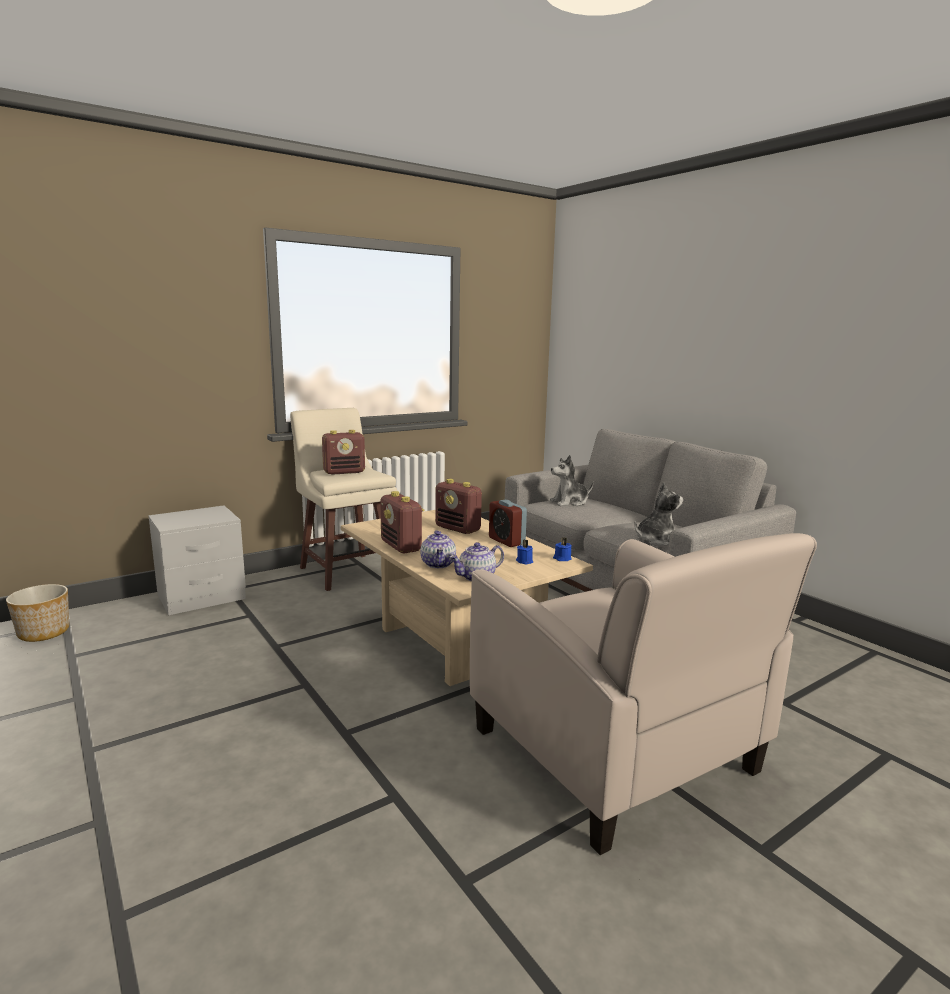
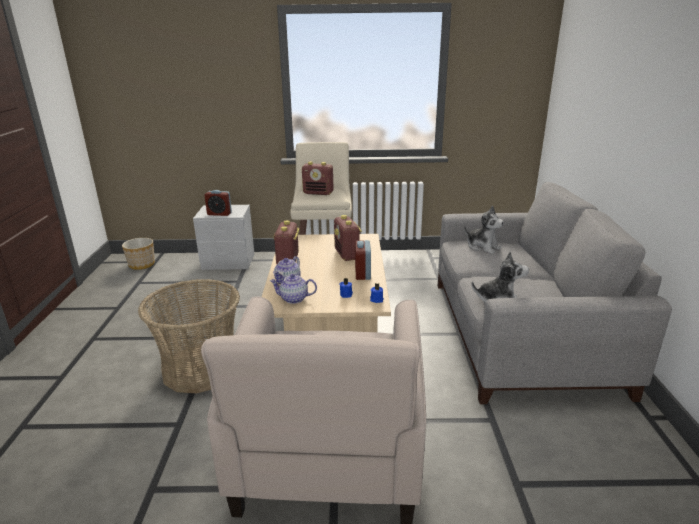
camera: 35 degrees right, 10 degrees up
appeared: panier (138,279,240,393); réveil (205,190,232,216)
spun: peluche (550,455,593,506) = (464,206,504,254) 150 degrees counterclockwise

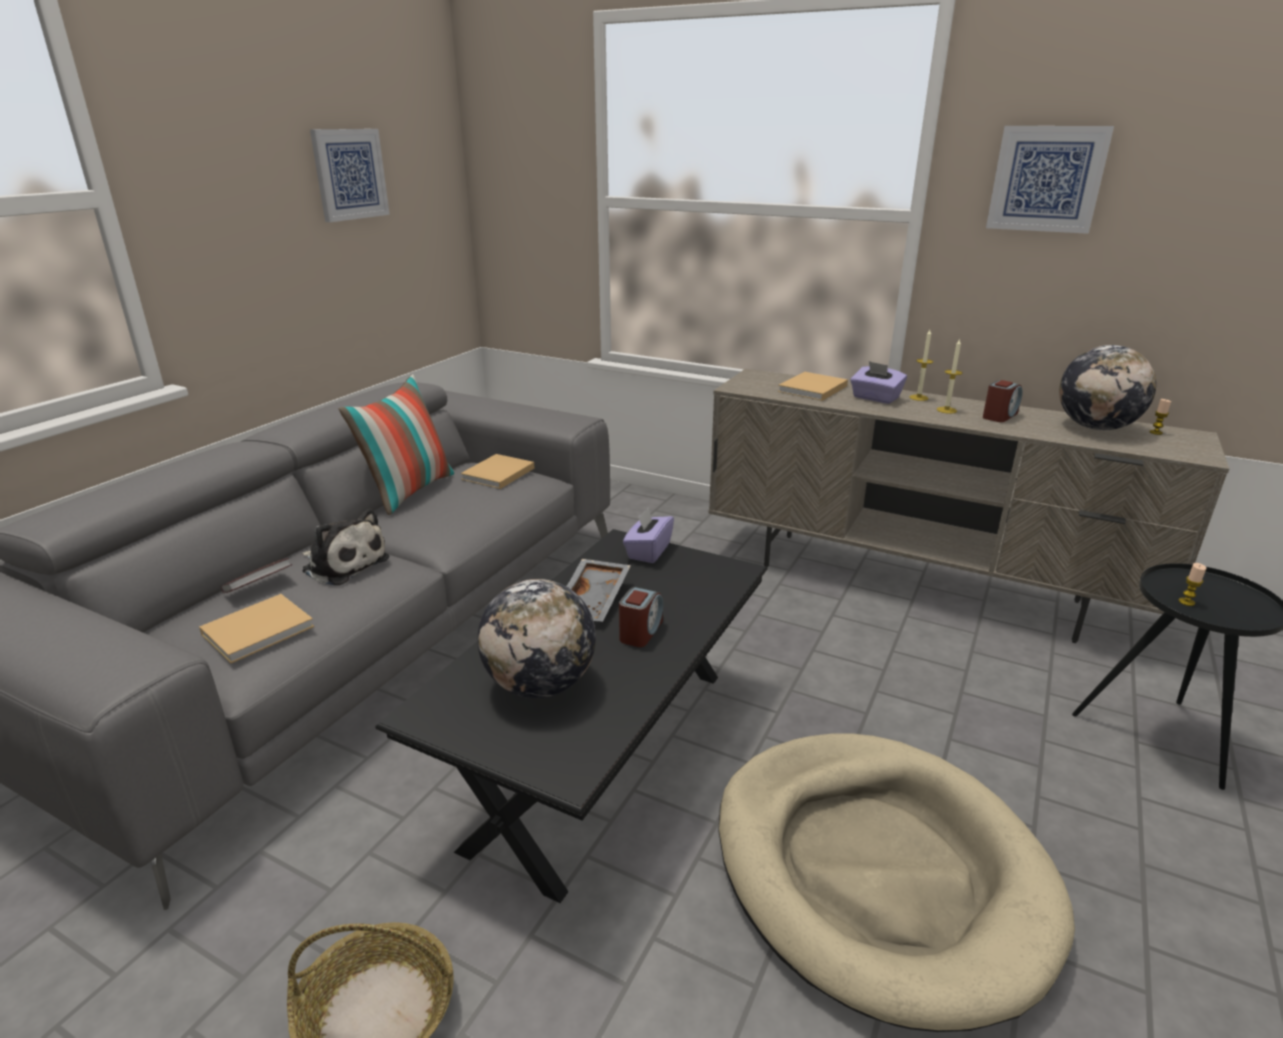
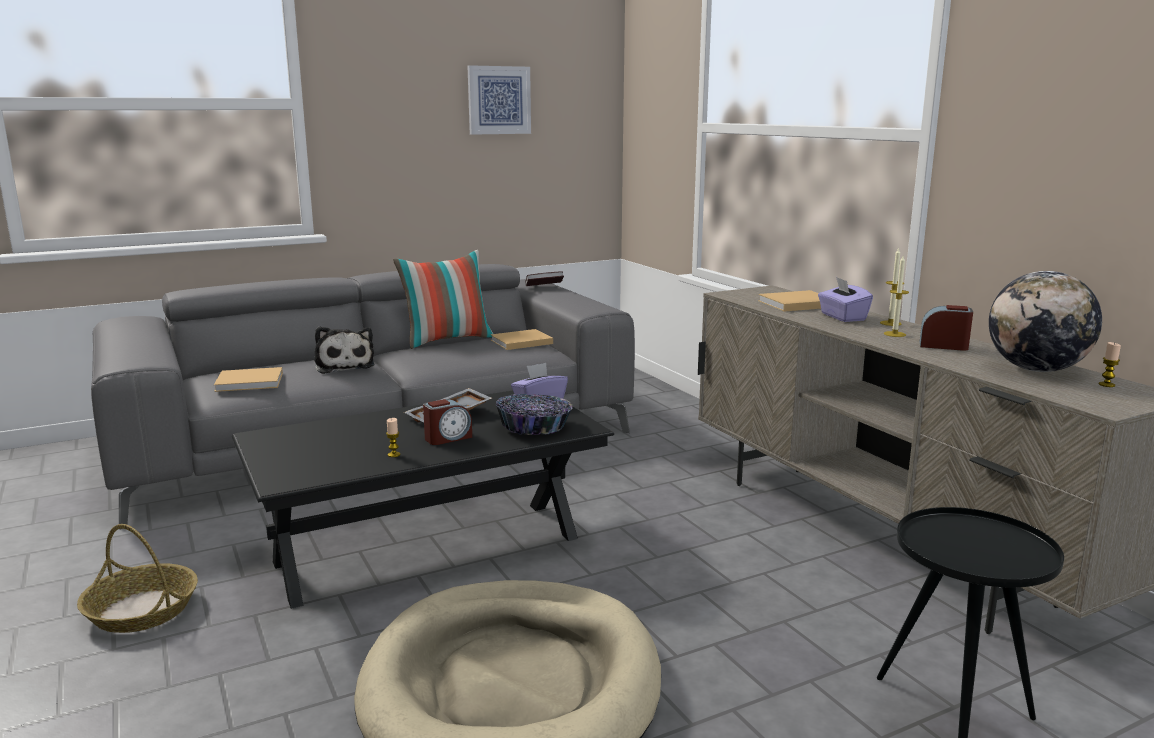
camera: 35 degrees right, 10 degrees down
missing: globe (478,579,596,698); tableau (986,126,1114,234)
appeared: bol (496,394,573,435)
relocated: livre (220,558,292,593) to (525,271,564,286); bougie (1179,563,1206,606) to (386,418,401,457)
spun: réveil (983,380,1023,422) = (920,305,973,351) 150 degrees counterclockwise

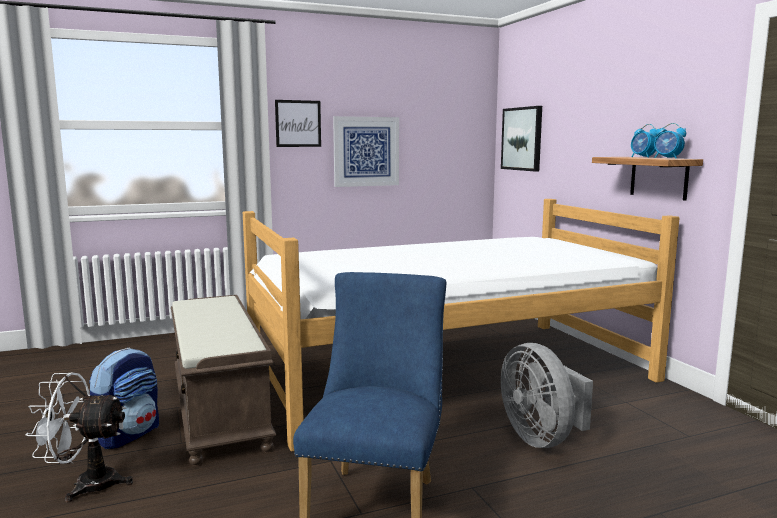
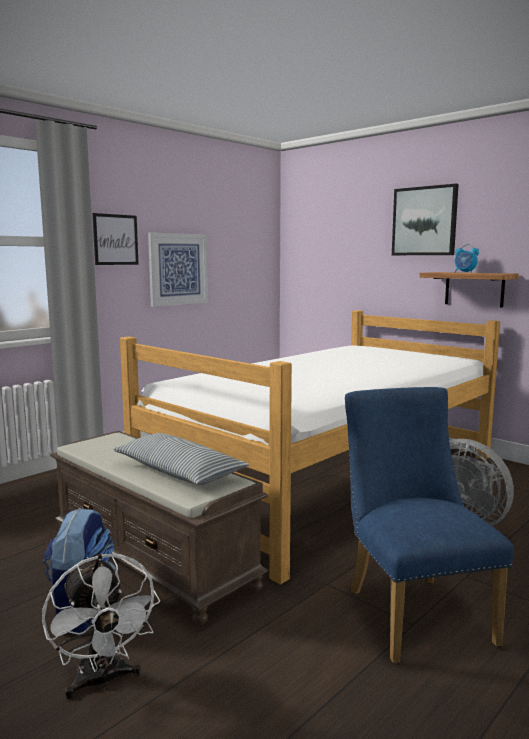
camera: 25 degrees left, 0 degrees up
missing: réveil (654,123,686,158)
appeared: coussin (113,433,249,485)
relocated: tableau (501,106,542,172) to (392,184,459,255)
spun: ventilateur [blanc] (26,373,133,502) = (42,554,160,699) 90 degrees counterclockwise

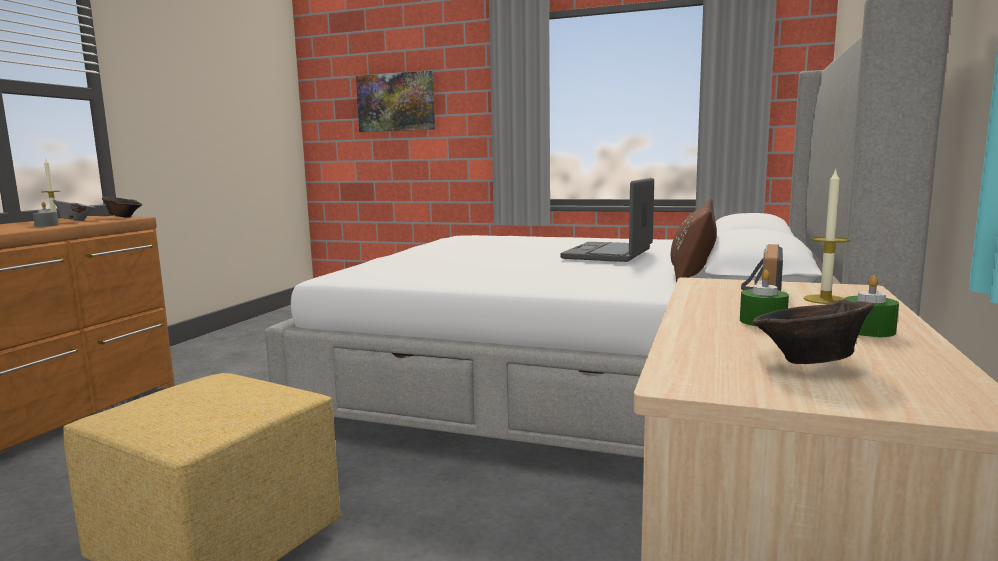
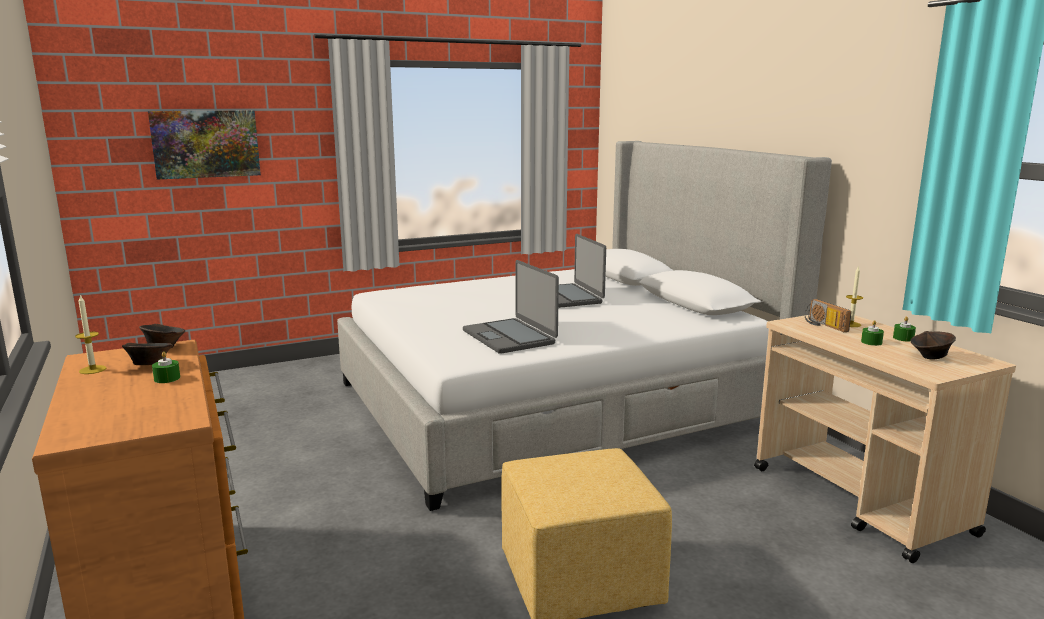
camera: 45 degrees left, 5 degrees up
missing: coussin [marron] (671,199,717,282)
appeared: ordinateur portable (463,260,559,354)
colour: bougie [gris] (33,202,59,227) to bougie [vert] (152,351,180,383); bol [gris] (53,200,96,221) to bol [marron] (122,343,173,365)

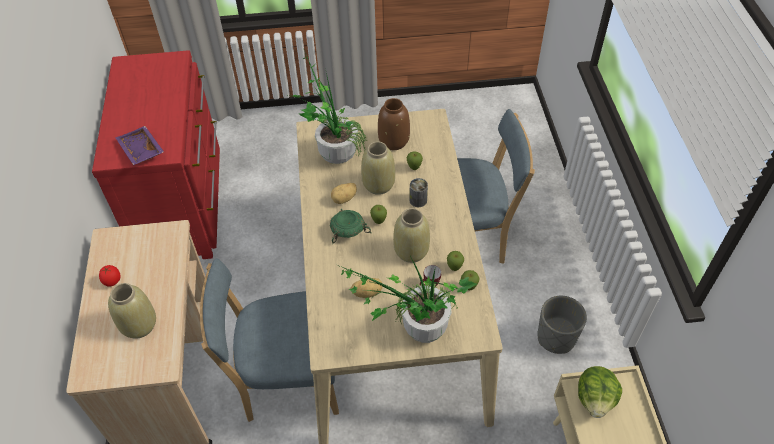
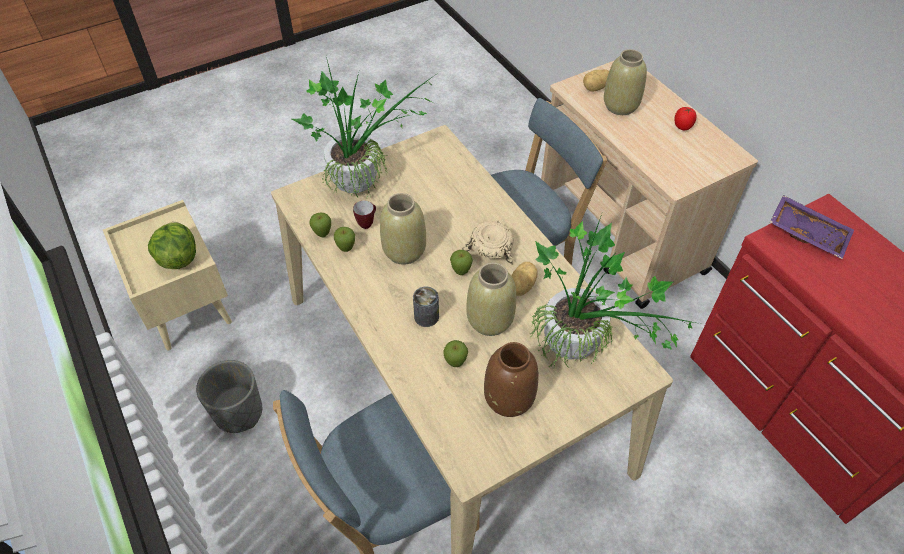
camera: 155 degrees right, 0 degrees up
relocated: pomme de terre (351,278,382,298) to (583,70,609,92)
colour: bol [vert] (330,209,372,245) to bol [beige] (462,220,514,265)

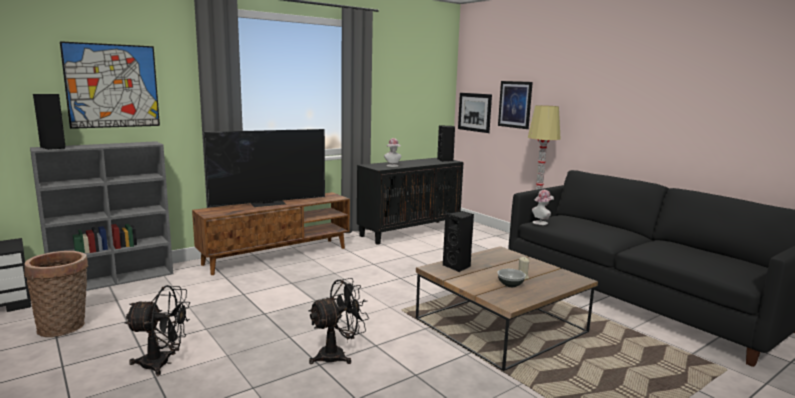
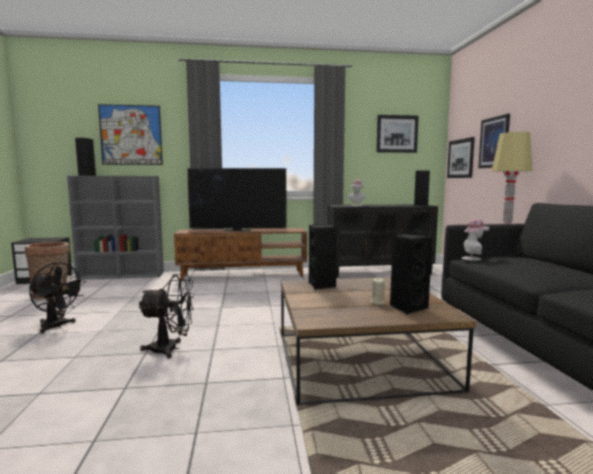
camera: 30 degrees right, 5 degrees down
missing: bol (497,269,526,287)
appeared: tableau (376,115,419,153); enceinte [noir] (390,233,432,314)

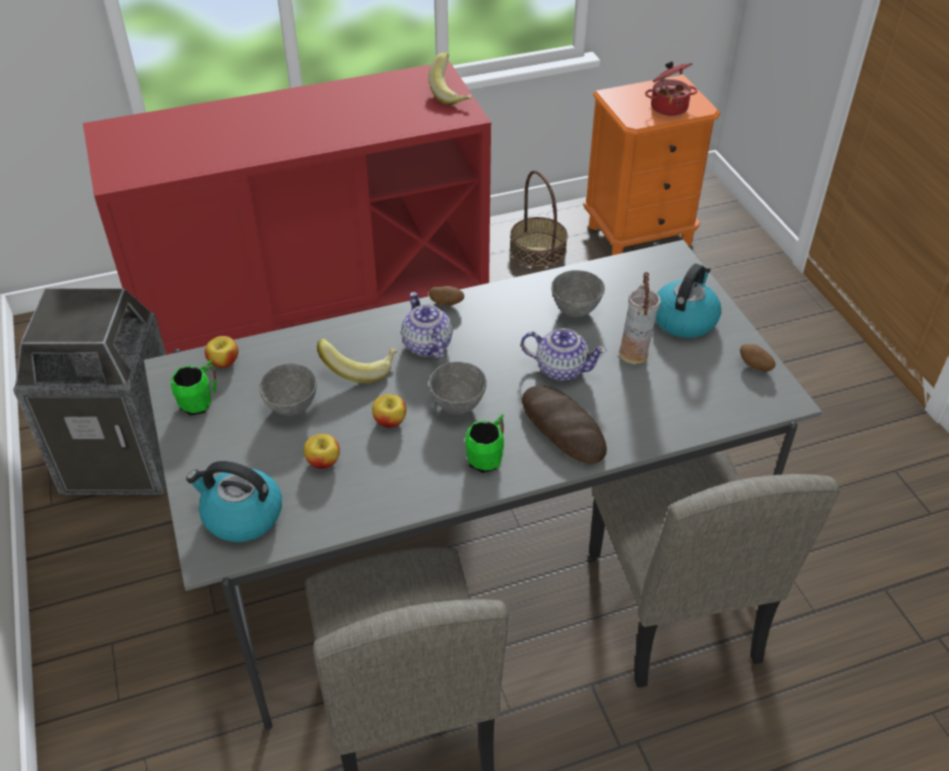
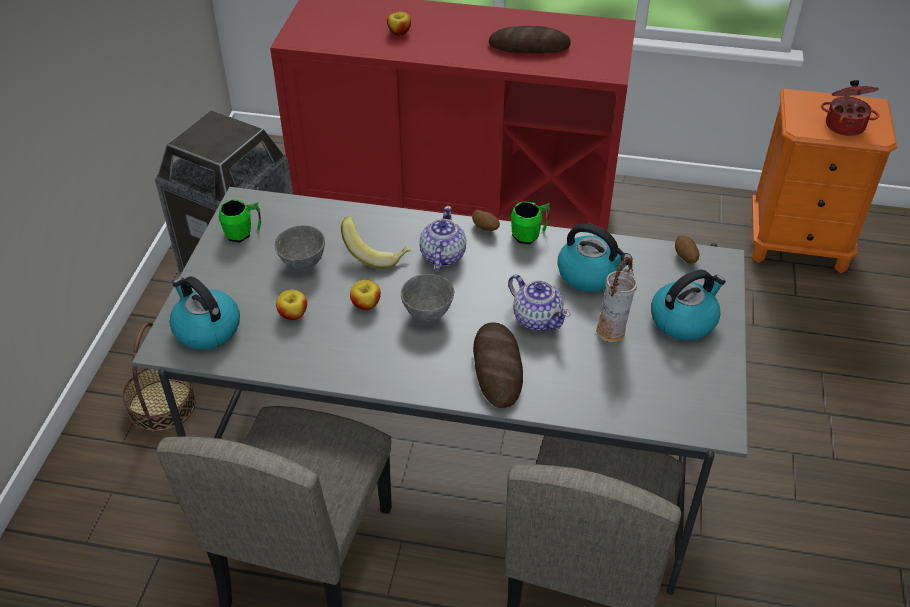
camera: 30 degrees right, 0 degrees up
missing: banane (429,52,471,105)
appeared: pain (489,26,571,53)
relocated: pomme (205,336,238,368) to (387,12,411,36); mug [vert] (465,414,504,473) to (511,201,550,244); panier (510,170,568,267) to (123,322,196,432); pomme de terre (740,344,776,372) to (675,235,699,264)
exchanged: bol [gris] (551,270,605,317) to bouilloire (557,223,632,292)

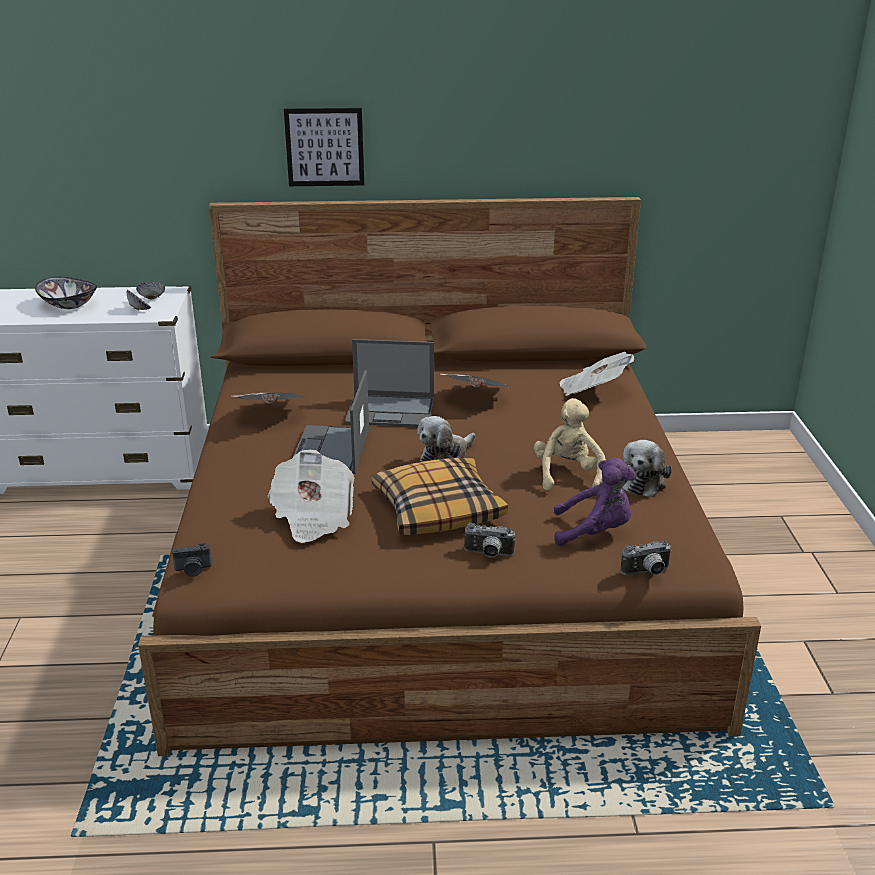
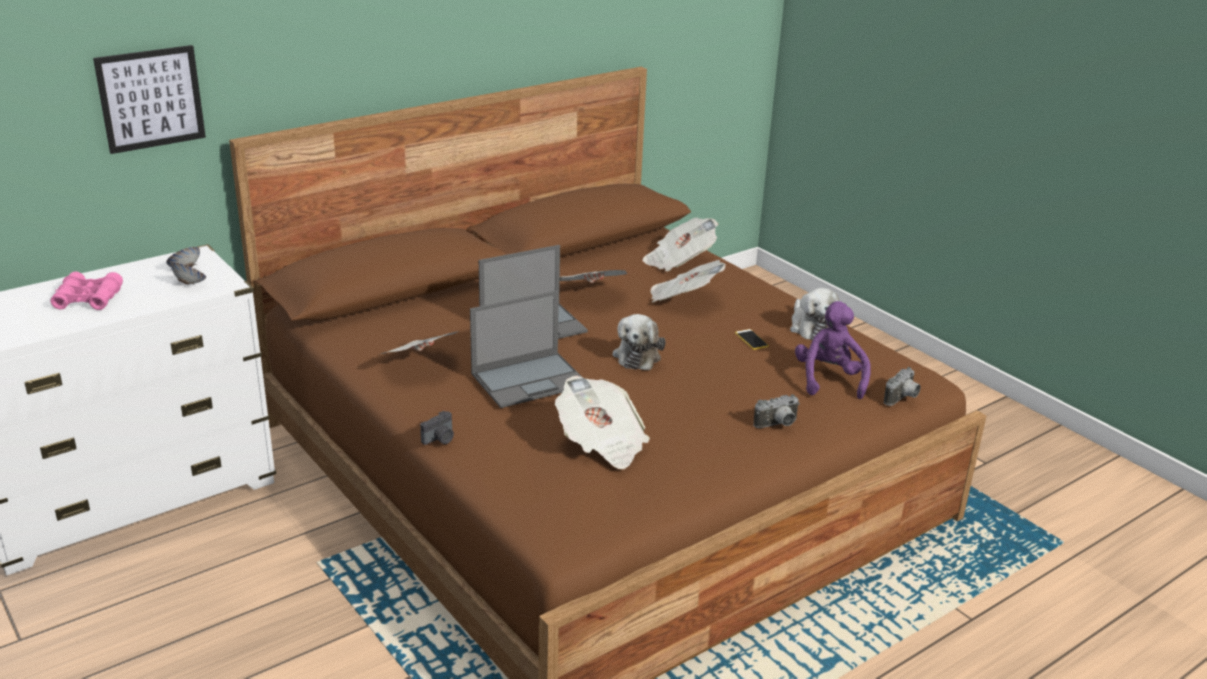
camera: 35 degrees left, 0 degrees up
missing: coussin (372,458,508,535)
appeared: journal (650,260,726,302)
relocated: appareil photo (172,543,212,577) to (420,411,454,445); tableau (284,108,364,186) to (93,45,206,154)
exchanged: bol (35,277,97,309) to jumelles [rose] (50,272,123,310); peluche [beige] (534,398,606,491) to téléphone (735,329,769,350)
spun: ordinateur portable (293,370,369,474) = (470,290,582,408) 90 degrees counterclockwise; peluche [violet] (554,458,635,546) = (795,301,871,399) 60 degrees counterclockwise

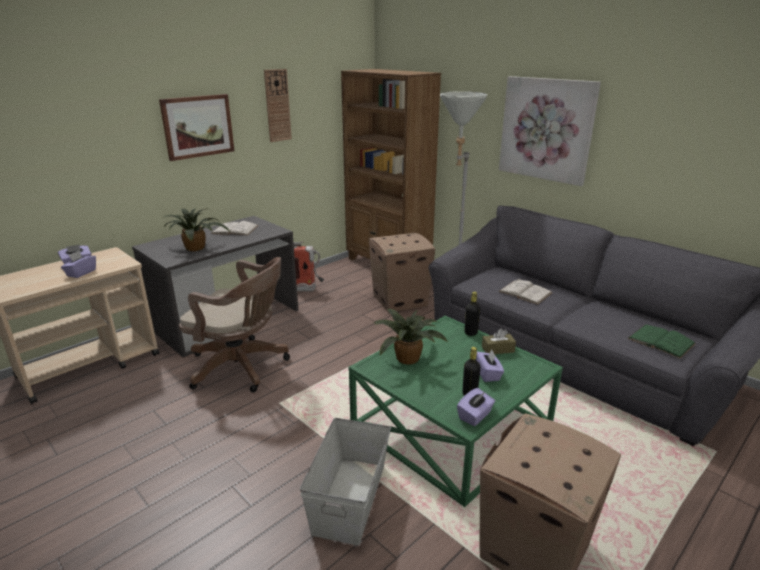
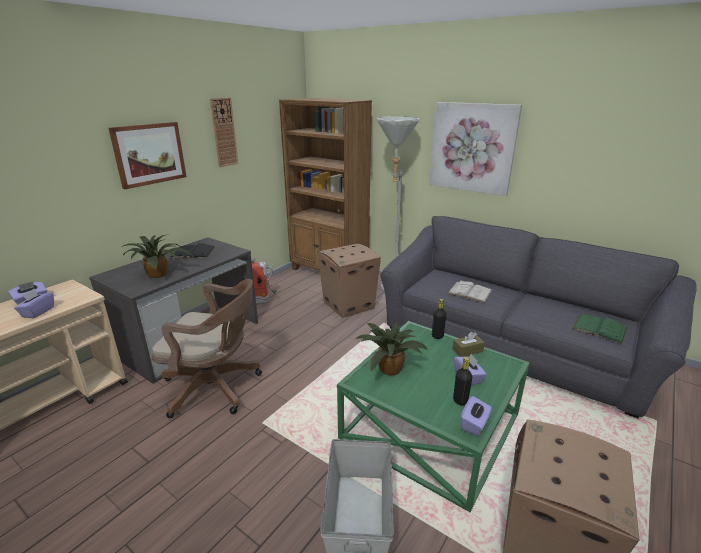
camera: 10 degrees left, 0 degrees up
colour: livre [blanc] (211,221,259,236) to livre [noir] (170,243,215,258)

